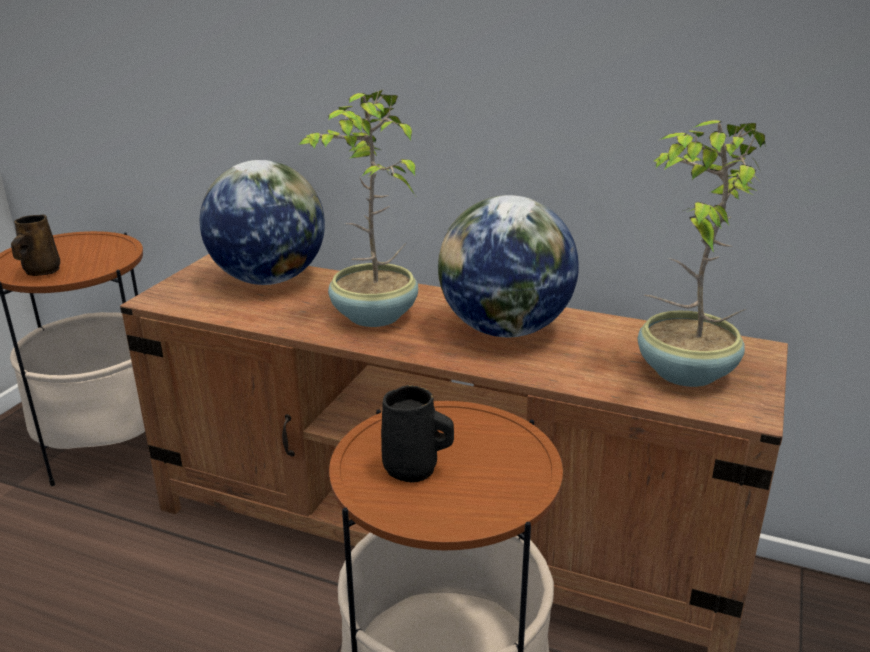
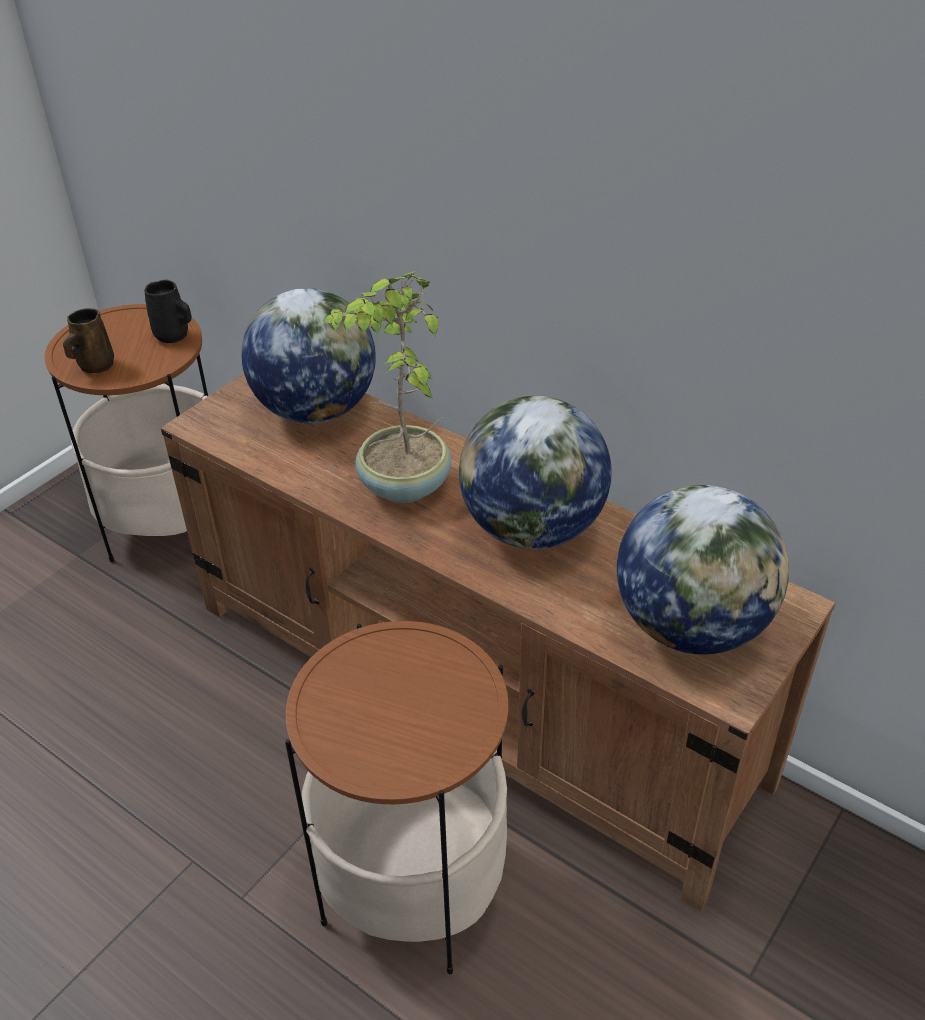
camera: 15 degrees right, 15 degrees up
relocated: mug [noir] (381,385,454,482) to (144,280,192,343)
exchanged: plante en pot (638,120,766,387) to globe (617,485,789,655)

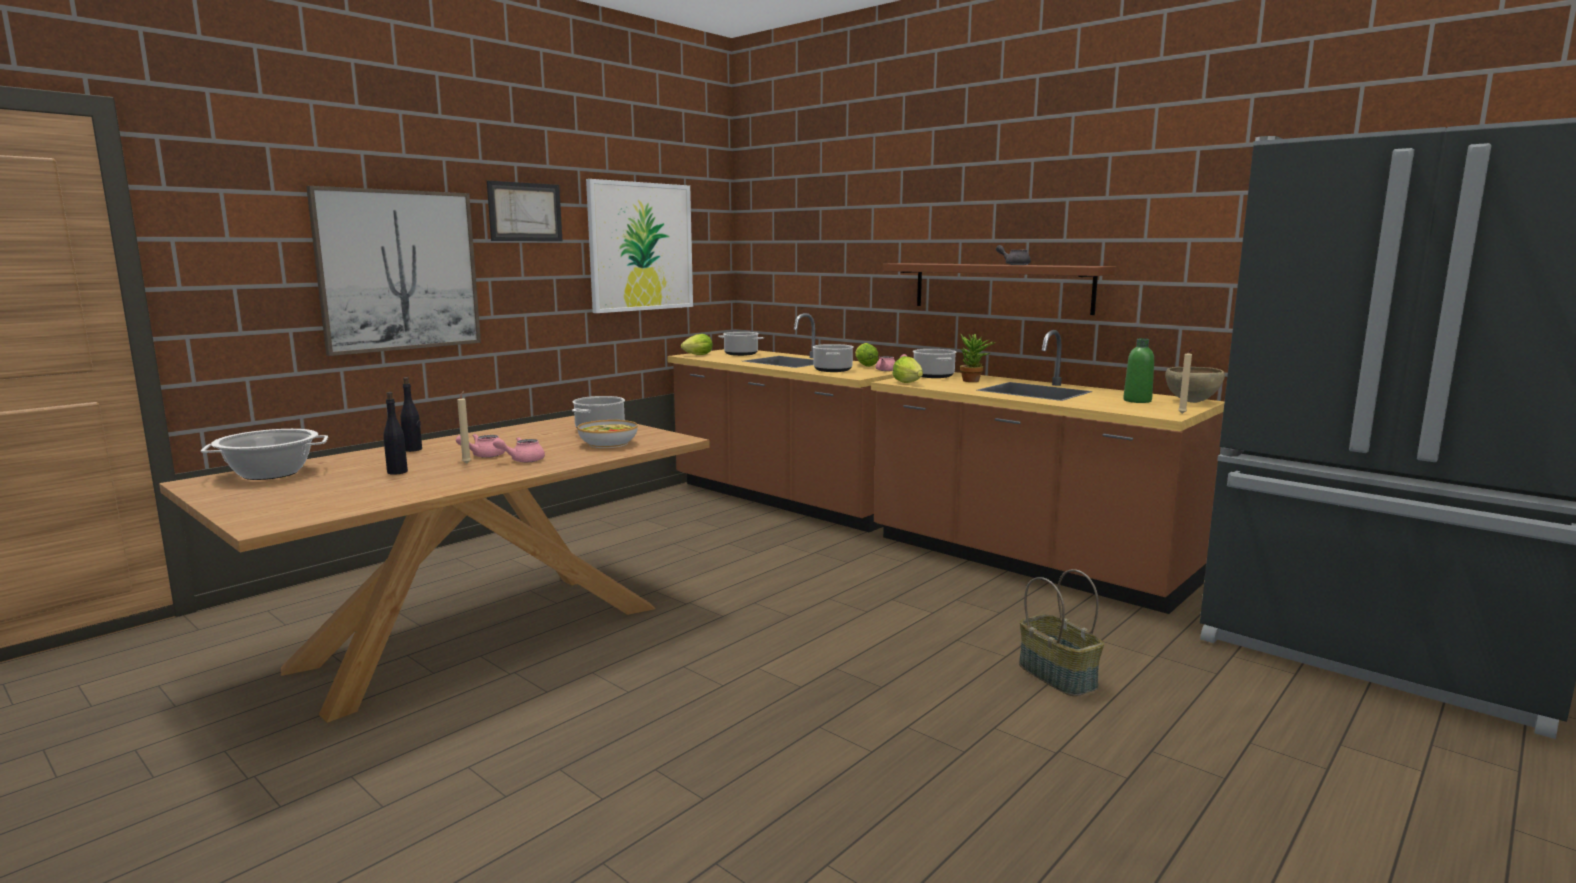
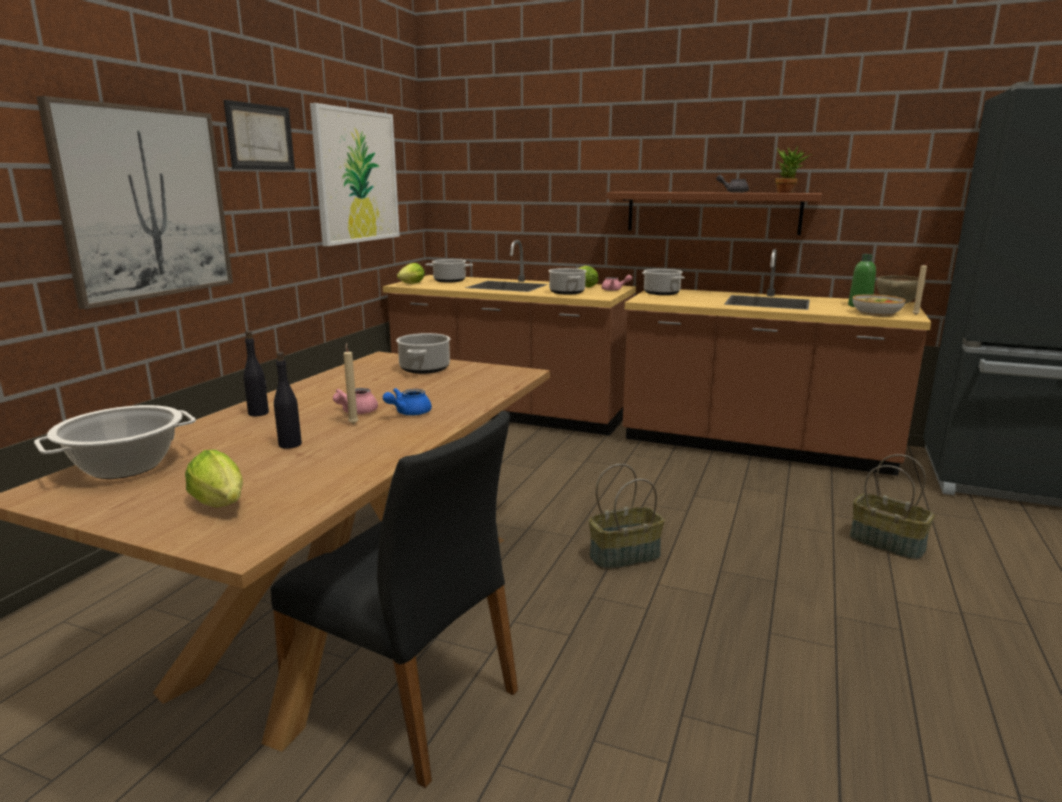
camera: 20 degrees left, 5 degrees up
appeared: chaise [noir] (271,411,518,788); panier (589,464,665,570)
relocated: bol (577,420,638,448) to (852,294,905,316); laitue (893,356,923,383) to (185,450,243,507); plante en pot (960,334,995,382) to (775,146,812,193)
colour: théière [rose] (493,437,545,462) to théière [bleu] (383,388,432,415)

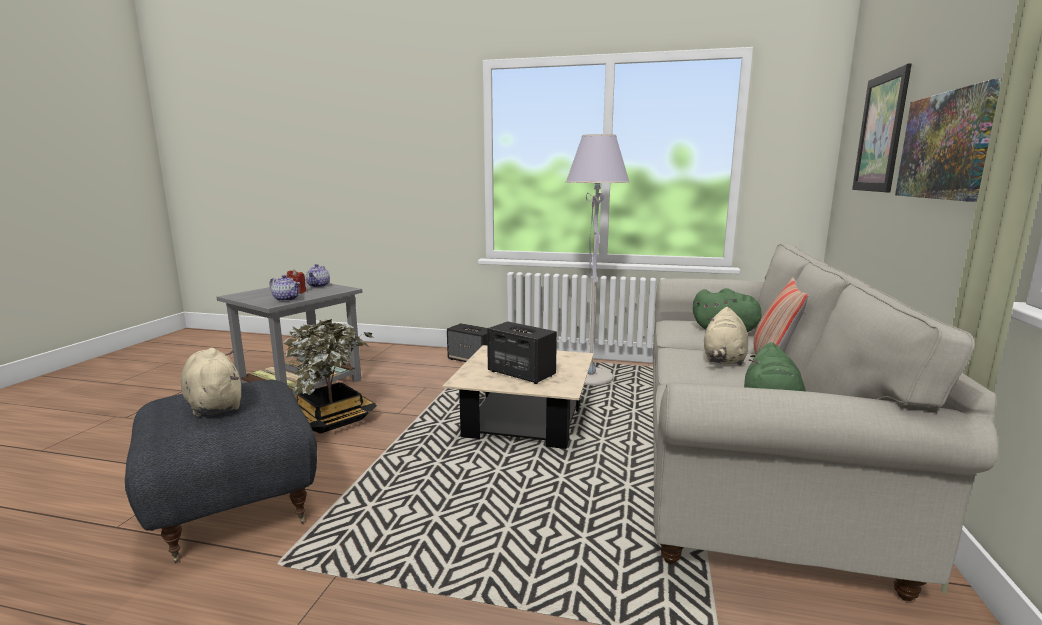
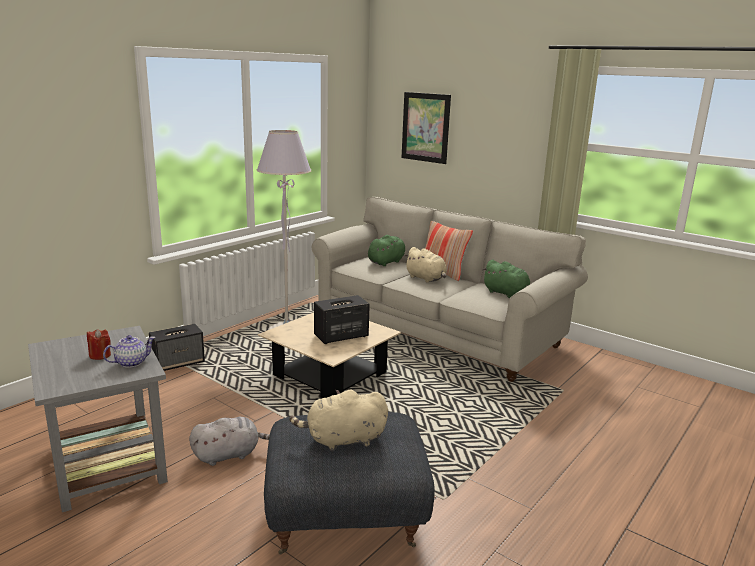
camera: 65 degrees left, 5 degrees up
missing: théière (306,264,330,288); tableau (895,79,1002,202)
exchanged: plante en pot (283,319,377,434) to peluche [gris] (189,417,270,466)

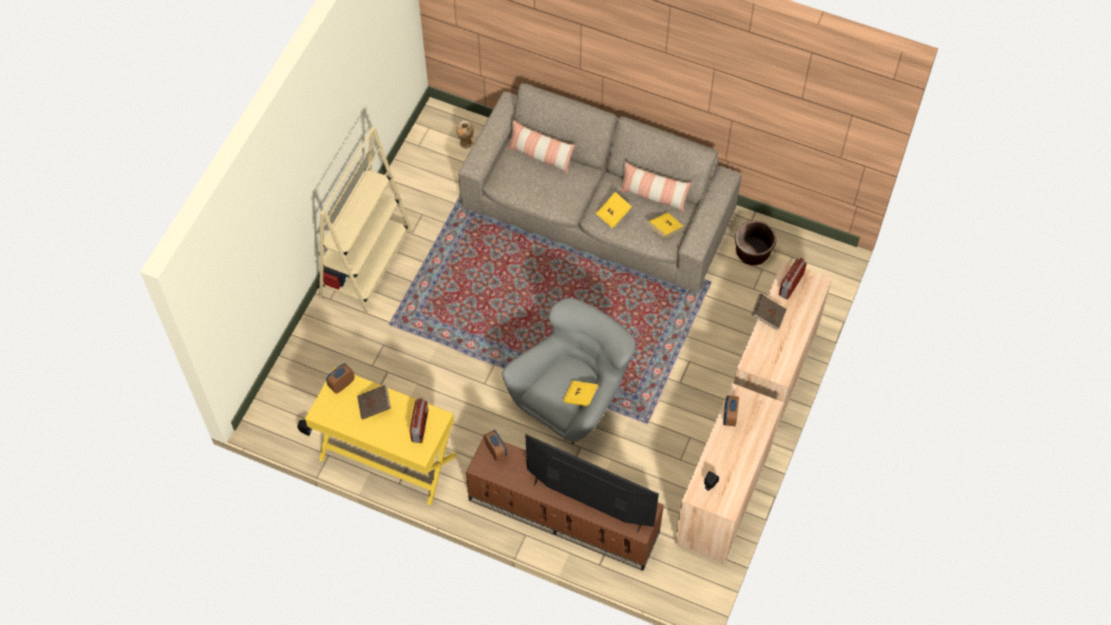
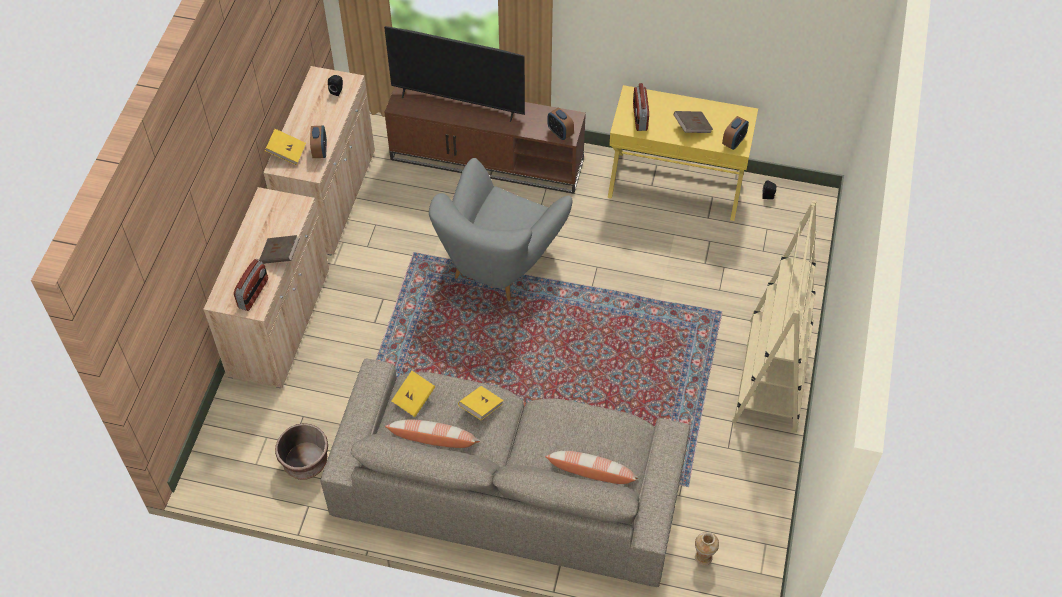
camera: 170 degrees right, 5 degrees down
relocated: livre [jaune] (563,380,599,406) to (265,129,306,165)

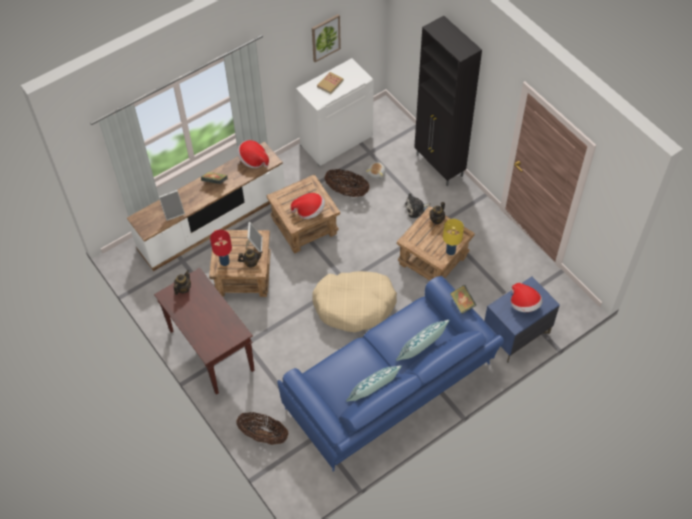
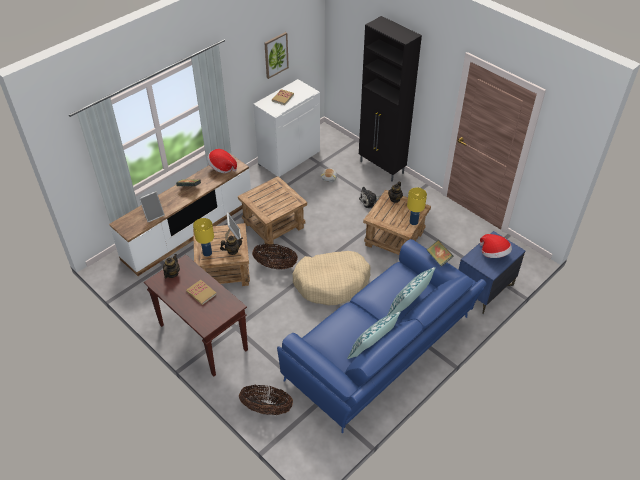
camera: 10 degrees left, 10 degrees down
missing: chapeau (291,193,325,219)
appeared: livre (186,280,217,305)
relocated: panier (324,169,370,197) to (252,244,298,270)
colour: lampe de table [rouge] (210,230,232,266) to lampe de table [jaune] (193,218,214,256)

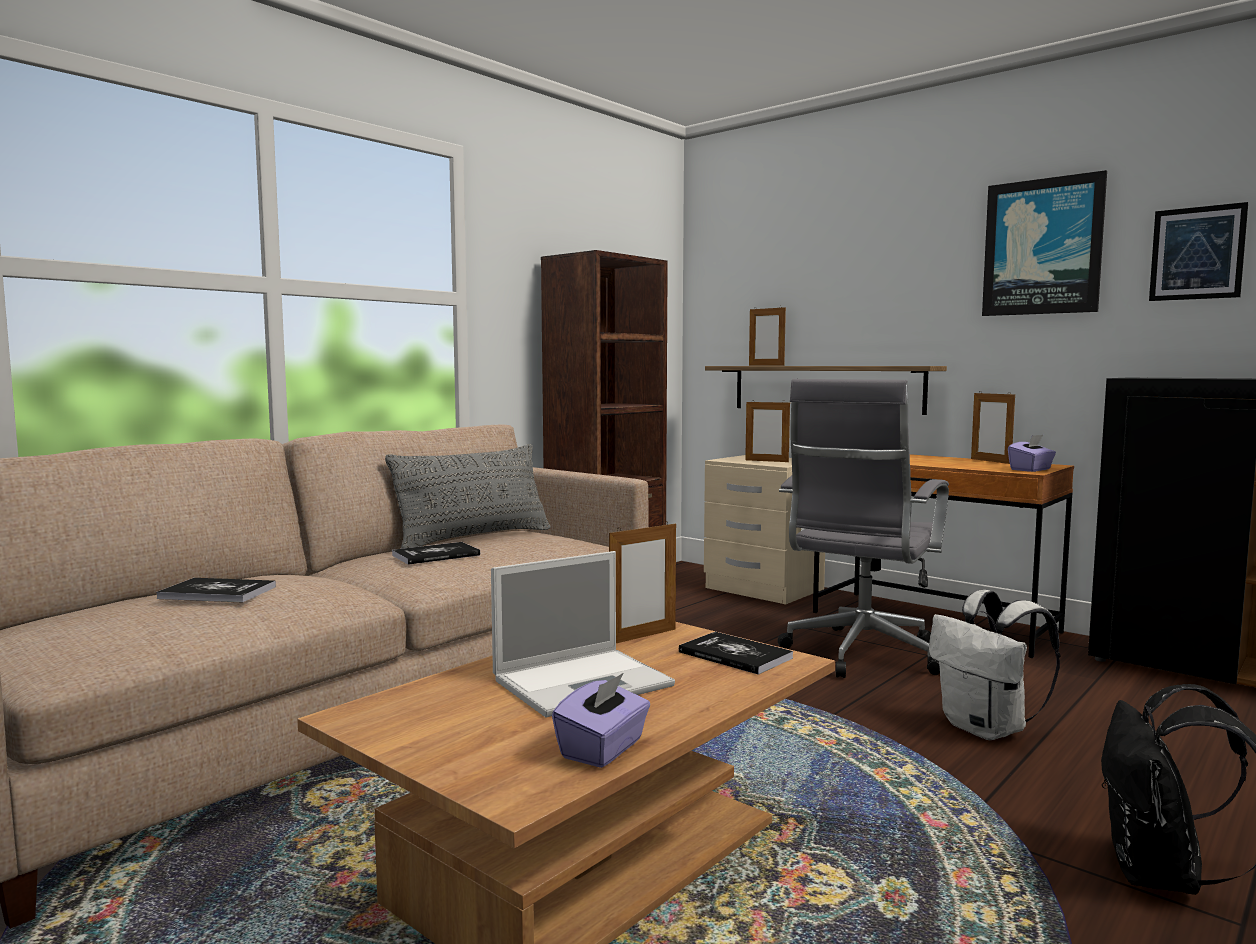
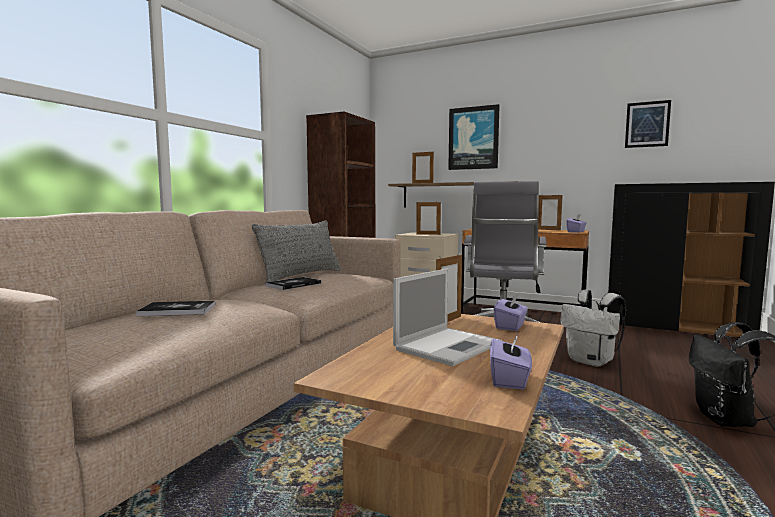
camera: 15 degrees left, 0 degrees up
relocated: tableau (982,170,1107,316) to (448,104,500,170)
exchanged: livre (679,632,793,675) to boîte à mouchoirs [violet] (493,294,528,331)

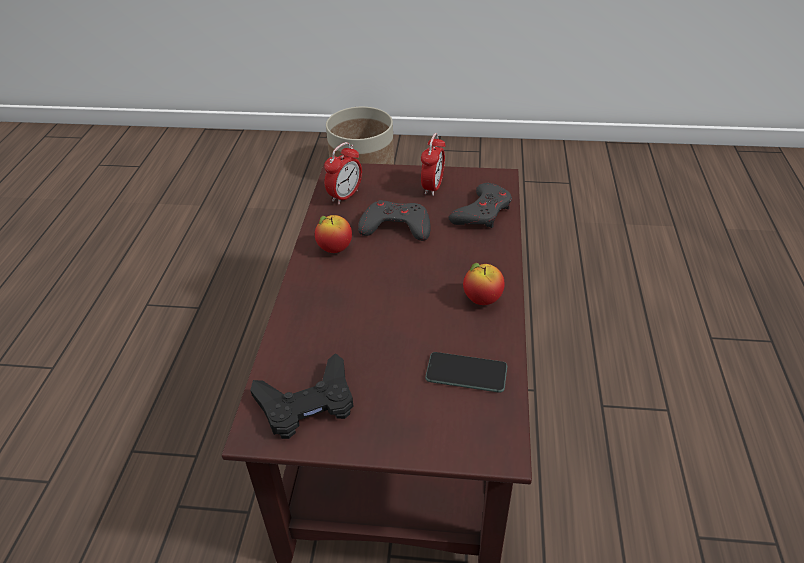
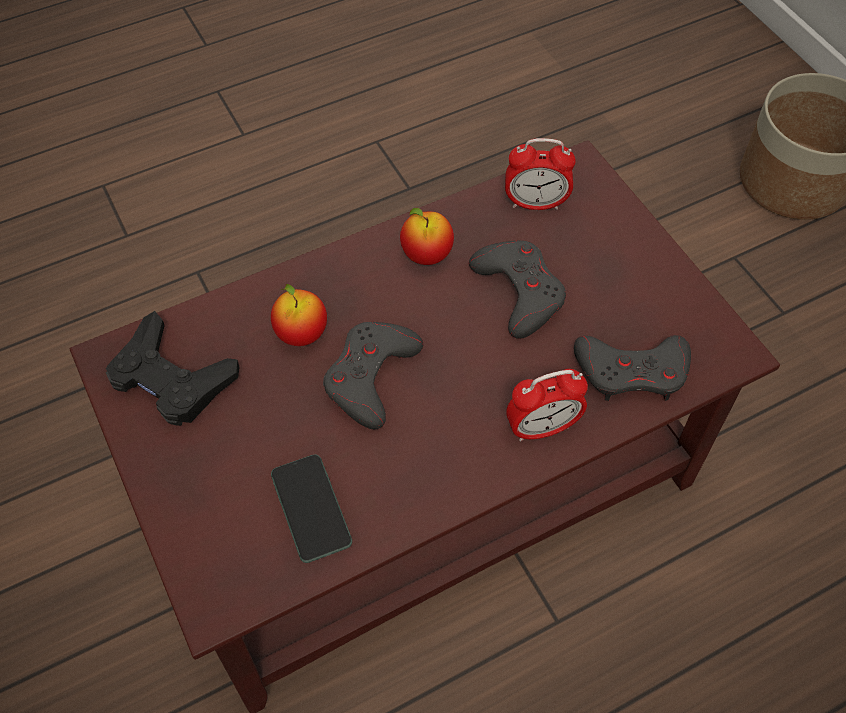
camera: 55 degrees right, 15 degrees up
appeared: manette [gris] (323,322,423,429)
relocated: réveil (421,133,446,196) to (506,369,588,442); pomme (463,263,505,305) to (271,284,327,346)

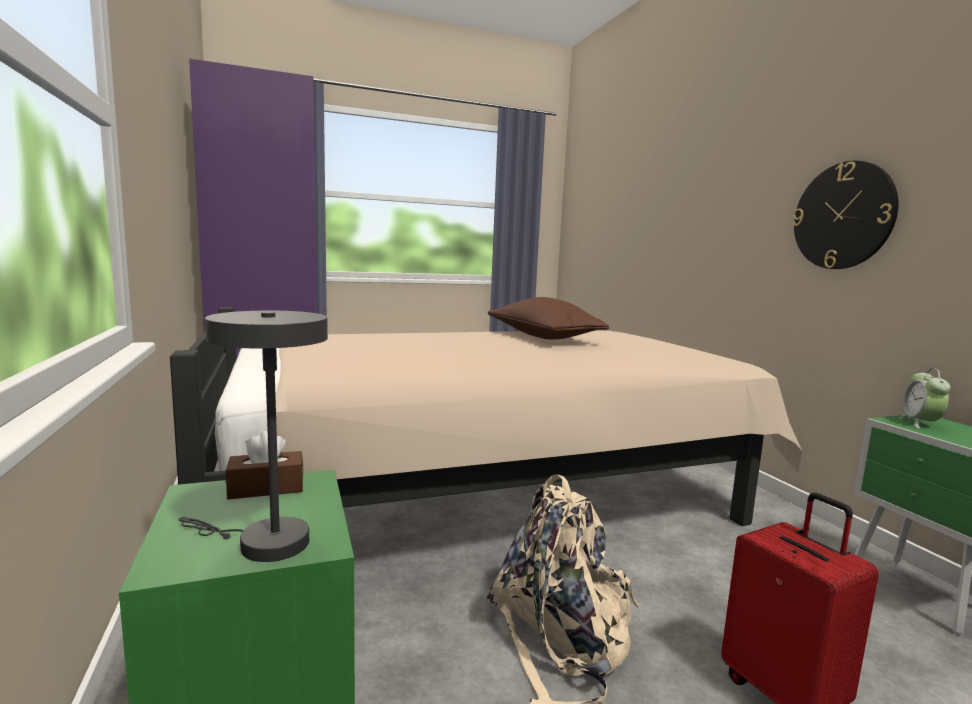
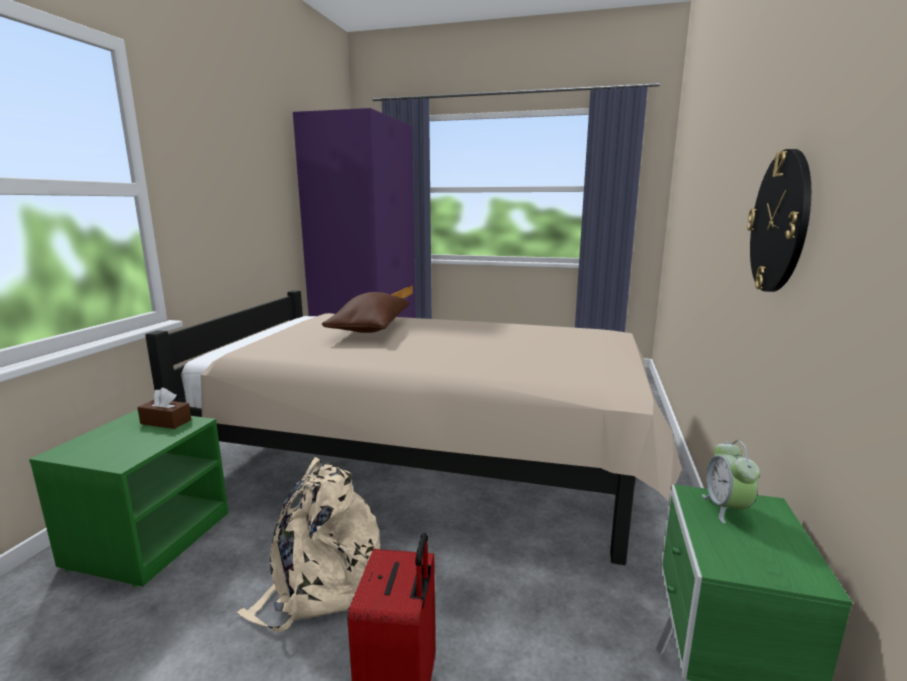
camera: 35 degrees right, 5 degrees up
missing: lampe de table [gris] (178,311,328,562)
relocated: coussin [marron] (488,297,609,340) to (322,292,409,333)
spun: réveil (899,368,950,429) = (702,440,760,524) 45 degrees counterclockwise

